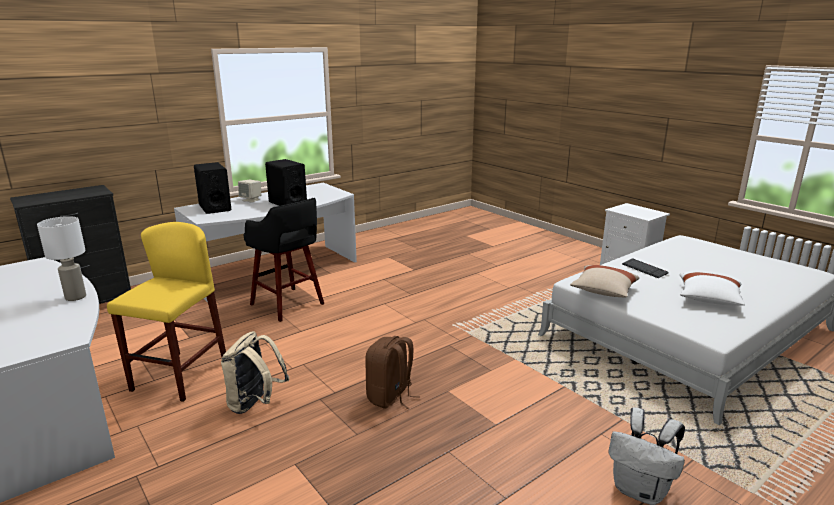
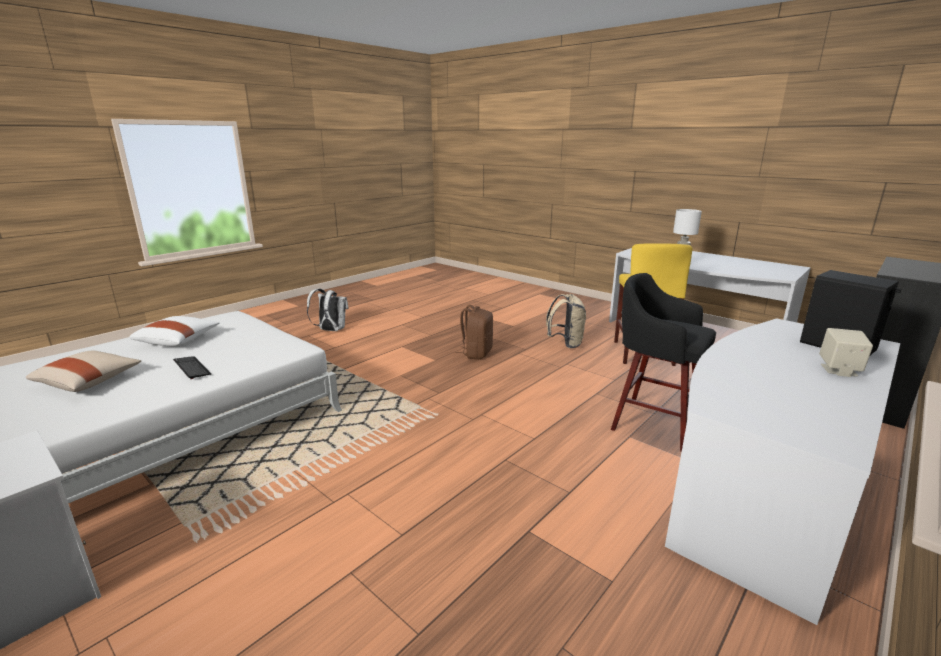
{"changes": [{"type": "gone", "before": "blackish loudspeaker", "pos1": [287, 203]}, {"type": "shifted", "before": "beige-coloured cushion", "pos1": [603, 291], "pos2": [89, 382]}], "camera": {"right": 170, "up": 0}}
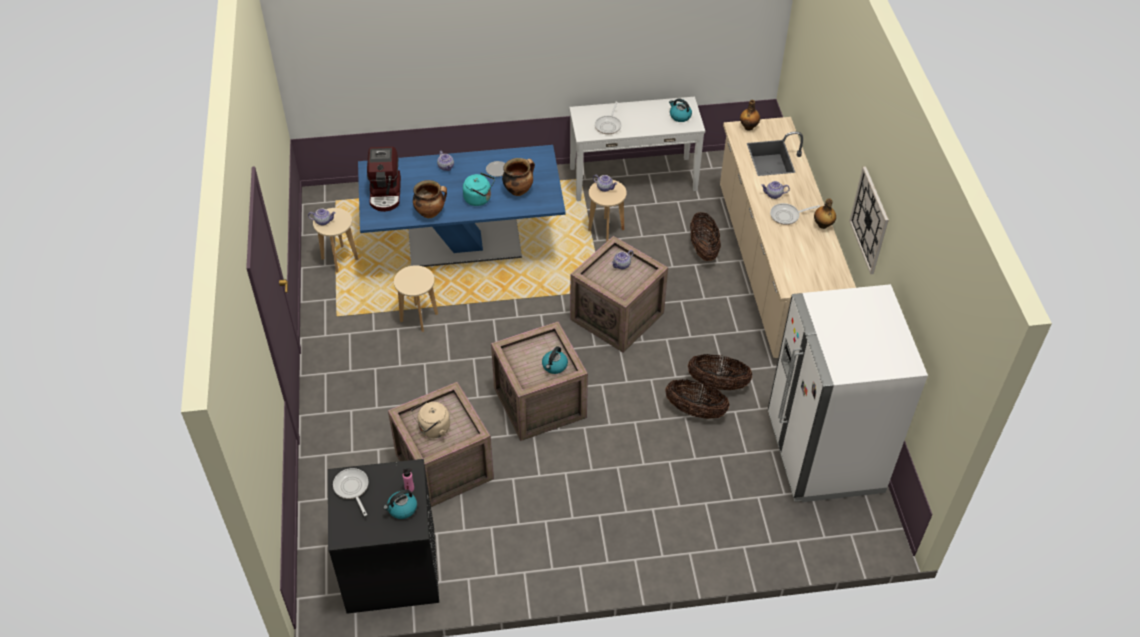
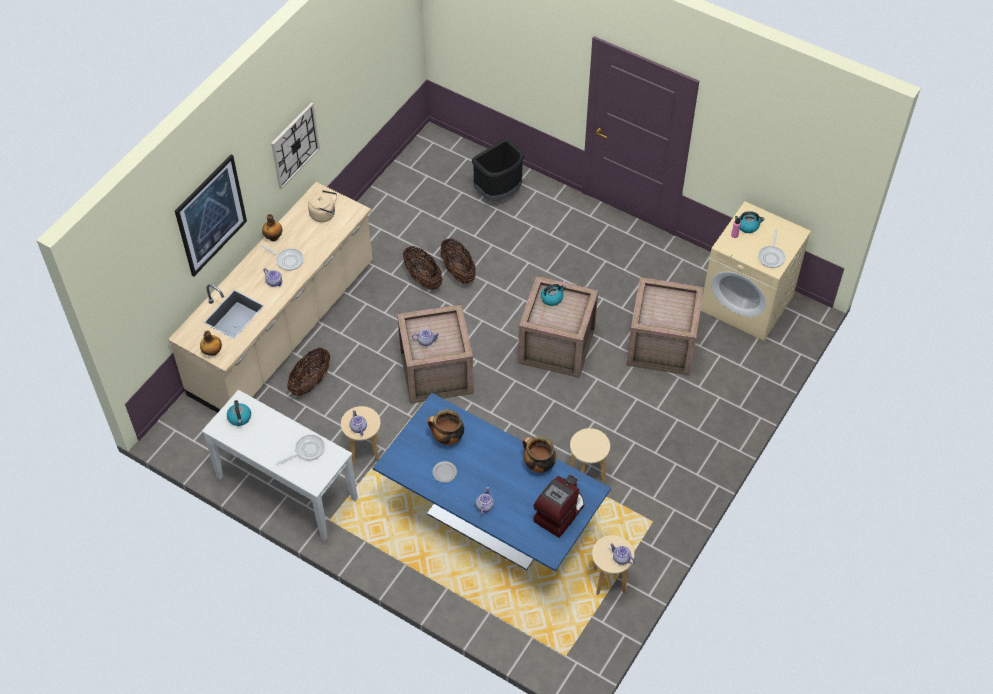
{"changes": [{"type": "gone", "before": "blue-green kettle", "pos1": [479, 199]}, {"type": "gone", "before": "white kitchen fridge", "pos1": [824, 453]}, {"type": "shifted", "before": "beige-coloured kettle", "pos1": [433, 429], "pos2": [324, 214]}, {"type": "repainted", "before": "blackish washing machine", "after": "beige-coloured washing machine", "pos1": [390, 570], "pos2": [747, 303]}, {"type": "new", "after": "blackish trash can", "pos2": [499, 192]}, {"type": "new", "after": "wall art", "pos2": [211, 215]}], "camera": {"right": -140, "up": 5}}
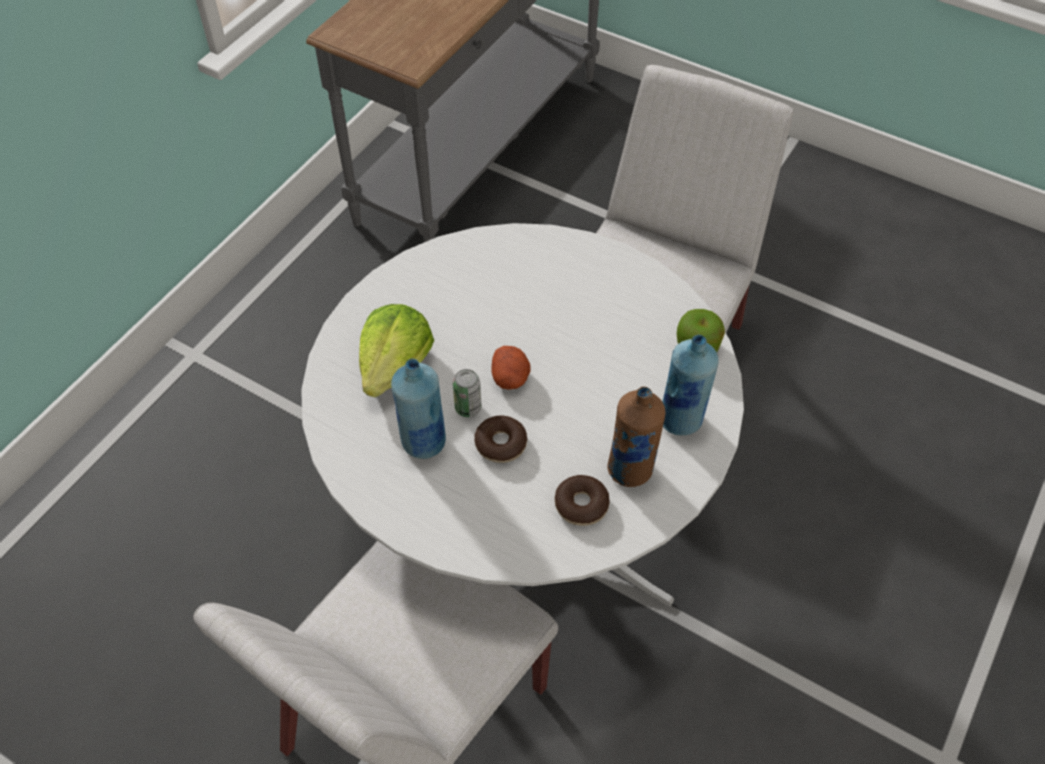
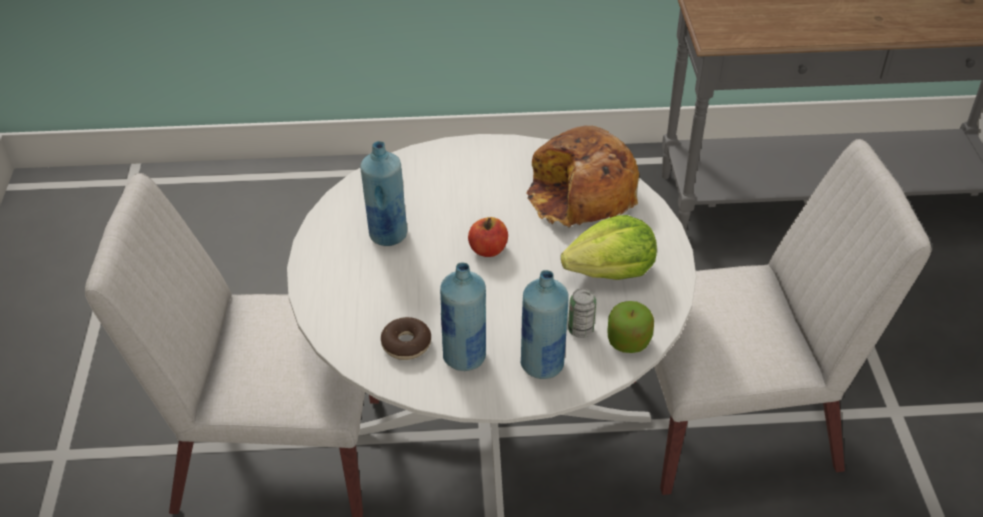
{"changes": [{"type": "shifted", "before": "lettuce head", "pos1": [395, 366], "pos2": [611, 271]}, {"type": "swapped", "before": "potato", "after": "whole apple", "pos1": [511, 377], "pos2": [488, 249]}, {"type": "shifted", "before": "can", "pos1": [468, 408], "pos2": [580, 330]}, {"type": "repainted", "before": "brown-coloured drink bottle", "after": "blue-coloured drink bottle", "pos1": [631, 470], "pos2": [464, 357]}, {"type": "gone", "before": "donut", "pos1": [501, 444]}, {"type": "new", "after": "baked bread", "pos2": [580, 194]}], "camera": {"right": 55, "up": -10}}
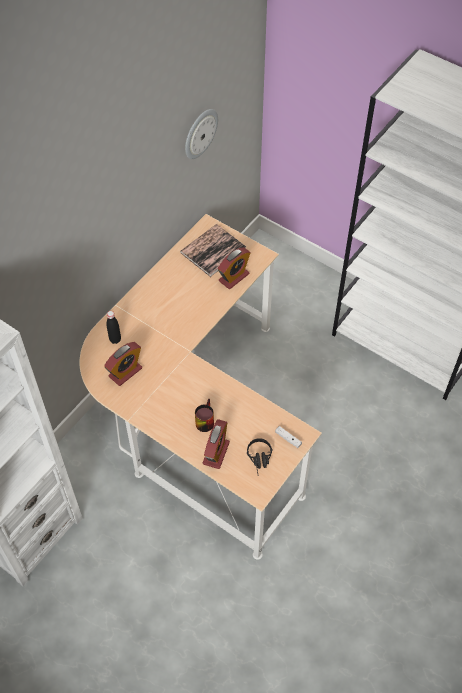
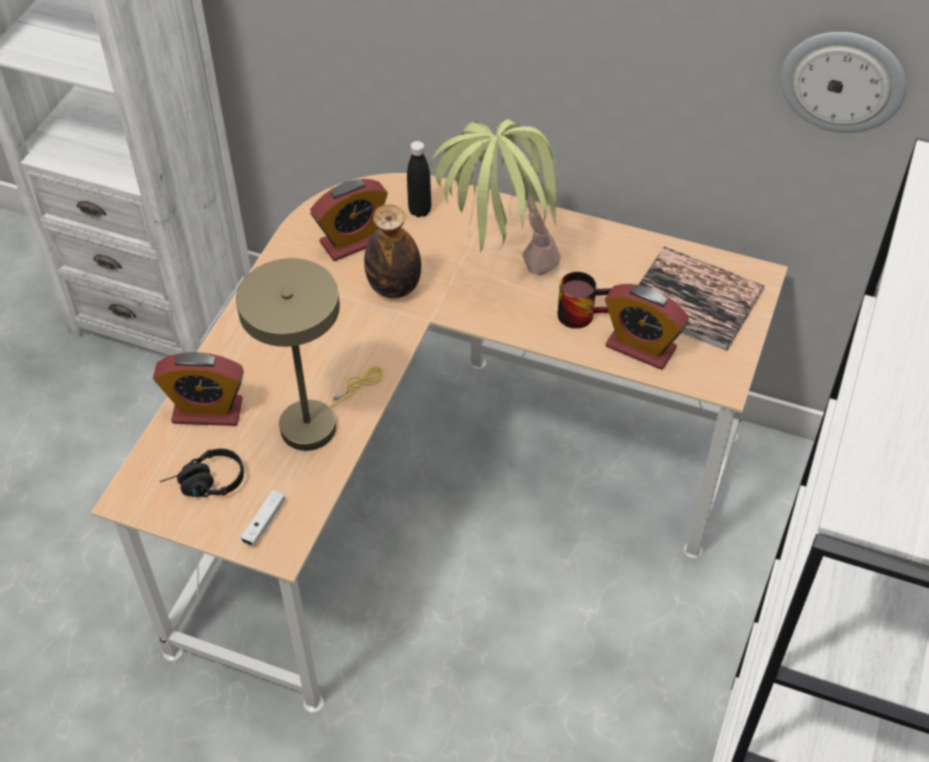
{"changes": [{"type": "rotated", "before": "alarm clock", "pos1": [125, 372], "pos2": [353, 241], "turn": -60}, {"type": "shifted", "before": "tea mug", "pos1": [203, 420], "pos2": [582, 312]}, {"type": "new", "after": "plant in a pot", "pos2": [499, 271]}, {"type": "new", "after": "drink bottle", "pos2": [394, 287]}, {"type": "new", "after": "beige-coloured tabletop lamp", "pos2": [316, 421]}], "camera": {"right": 75, "up": -5}}
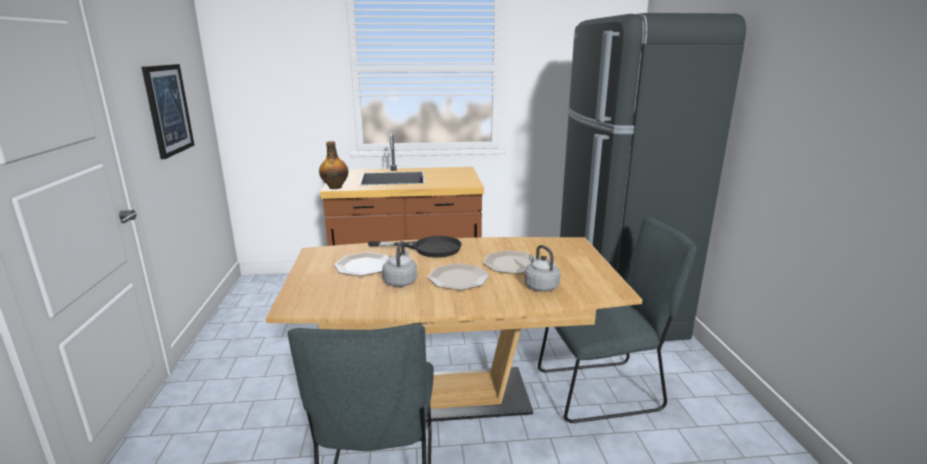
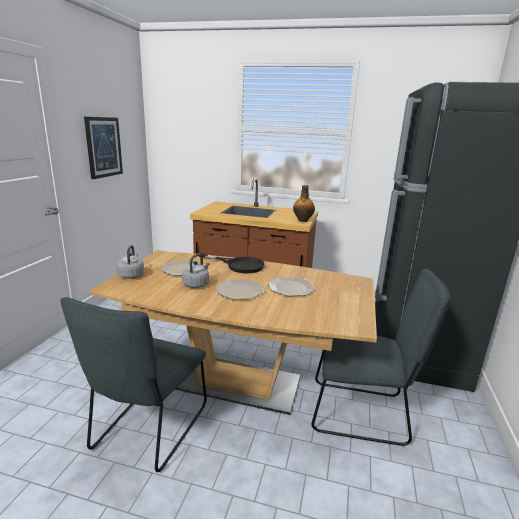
{"changes": [{"type": "shifted", "before": "drink bottle", "pos1": [335, 187], "pos2": [303, 220]}, {"type": "shifted", "before": "grey kettle", "pos1": [540, 286], "pos2": [131, 275]}], "camera": {"right": 20, "up": 0}}
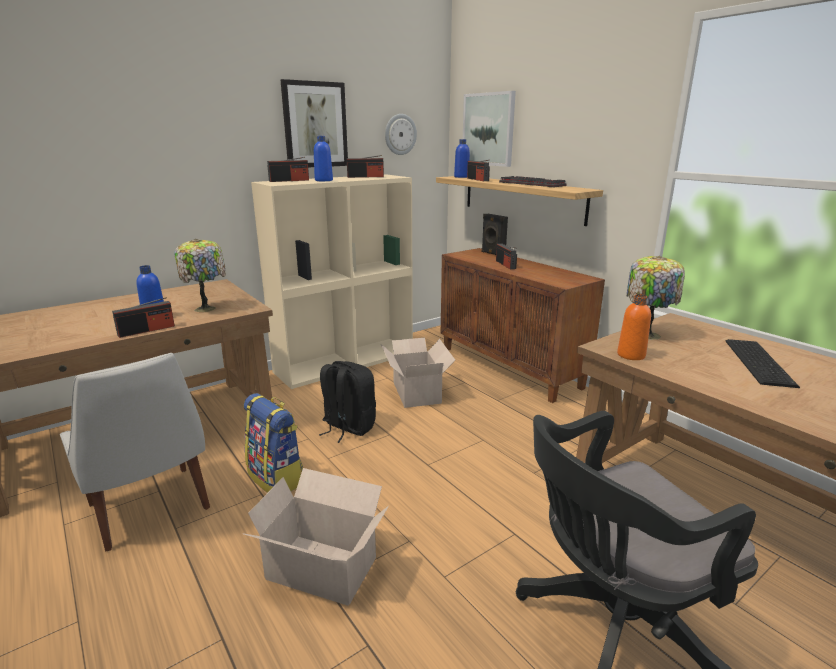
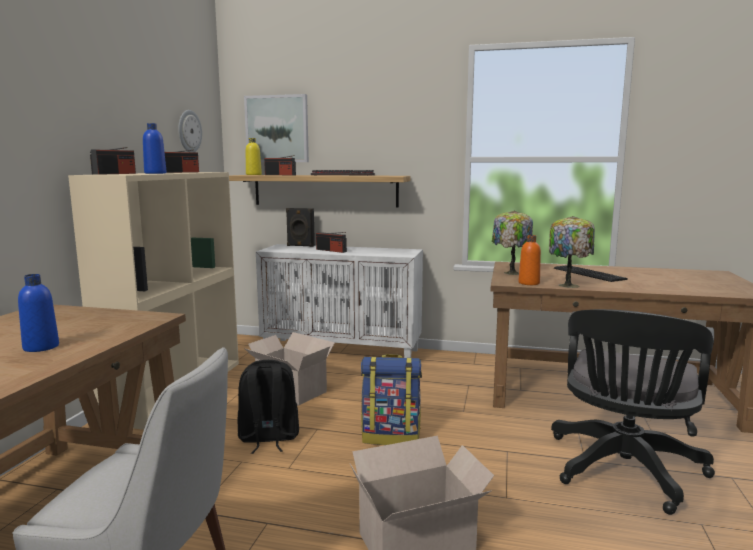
{"changes": [{"type": "gone", "before": "wall art", "pos1": [315, 125]}, {"type": "repainted", "before": "blue-coloured drink bottle", "after": "yellow drink bottle", "pos1": [461, 177], "pos2": [253, 174]}, {"type": "shifted", "before": "tabletop lamp", "pos1": [207, 308], "pos2": [569, 285]}, {"type": "repainted", "before": "brown-coloured cupboard", "after": "white cupboard", "pos1": [510, 367], "pos2": [342, 351]}, {"type": "gone", "before": "radio set", "pos1": [146, 330]}, {"type": "shifted", "before": "backpack", "pos1": [277, 478], "pos2": [391, 436]}], "camera": {"right": -40, "up": -10}}
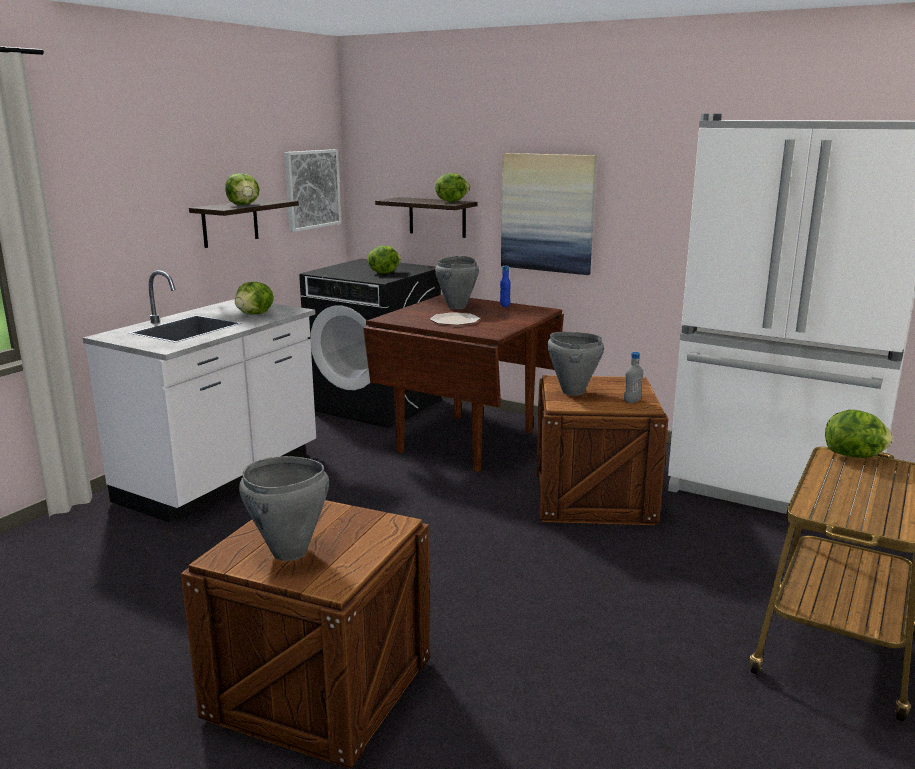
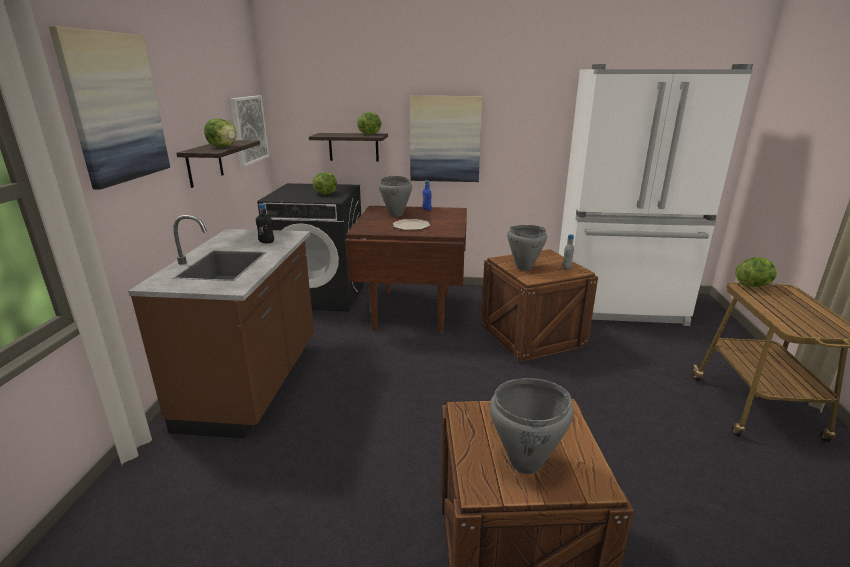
{"changes": [{"type": "repainted", "before": "white counter", "after": "brown-coloured counter", "pos1": [222, 477], "pos2": [254, 383]}, {"type": "swapped", "before": "lettuce head", "after": "blackish drink bottle", "pos1": [255, 314], "pos2": [266, 242]}, {"type": "new", "after": "wall art", "pos2": [115, 108]}], "camera": {"right": -25, "up": 5}}
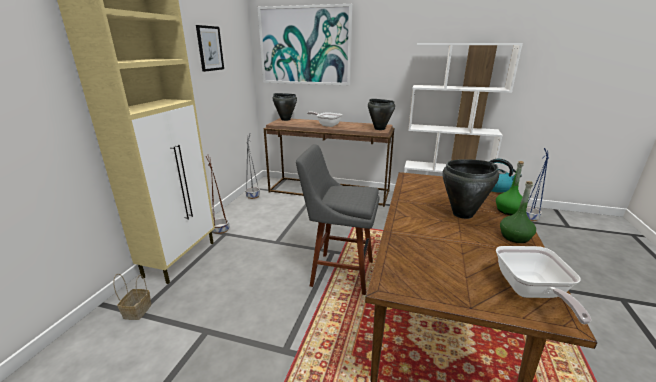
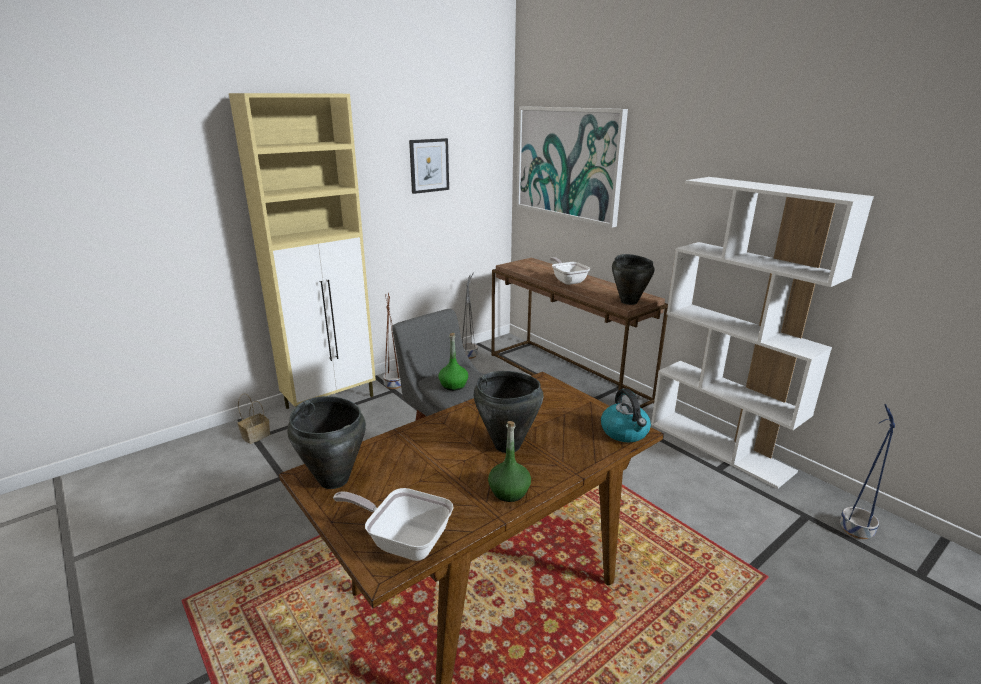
{"changes": [{"type": "shifted", "before": "blackish cooking pot", "pos1": [285, 119], "pos2": [334, 479]}, {"type": "shifted", "before": "green drink bottle", "pos1": [508, 211], "pos2": [453, 385]}, {"type": "rotated", "before": "pan", "pos1": [531, 293], "pos2": [403, 540], "turn": 75}], "camera": {"right": 35, "up": 0}}
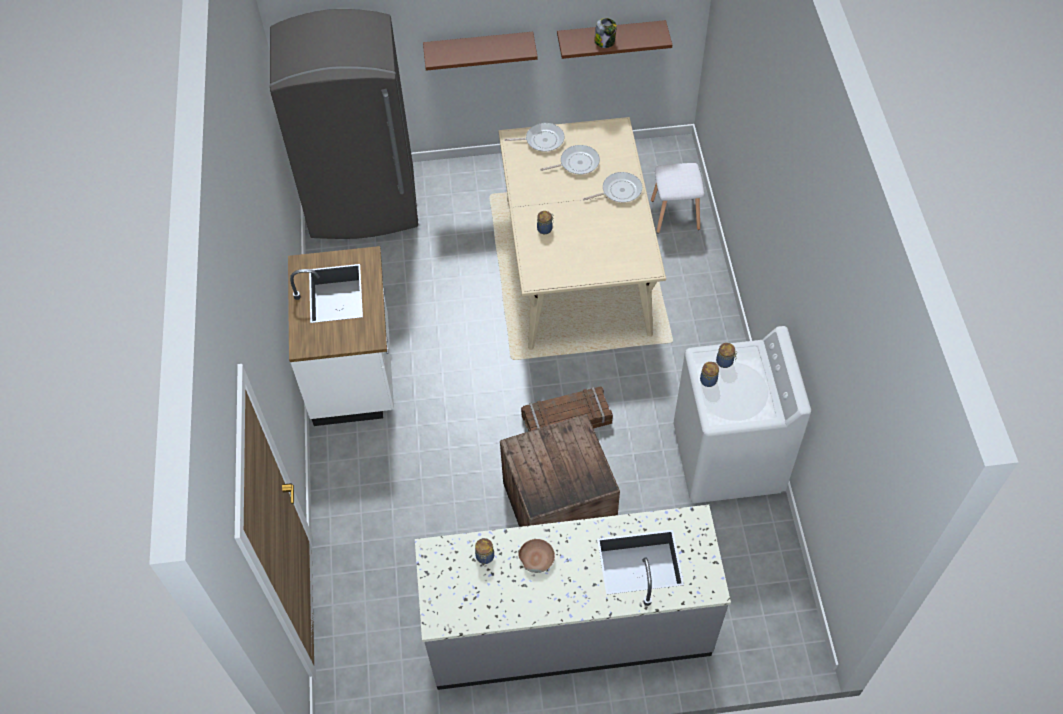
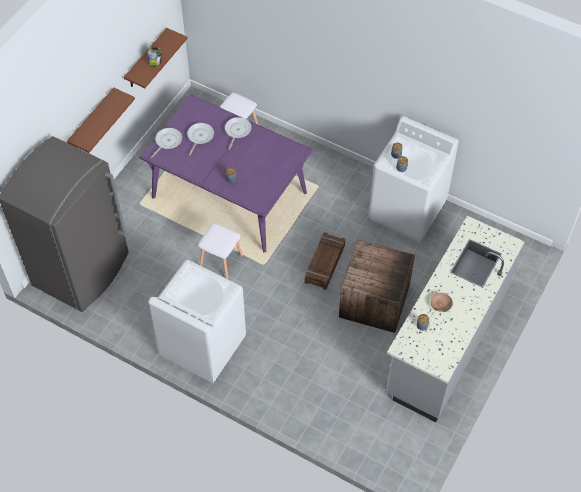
{"changes": [{"type": "repainted", "before": "beige-coloured dinner table", "after": "purple-coloured dinner table", "pos1": [576, 264], "pos2": [228, 195]}, {"type": "swapped", "before": "white counter", "after": "white washing machine", "pos1": [354, 372], "pos2": [202, 346]}, {"type": "new", "after": "white sitting stool", "pos2": [220, 261]}], "camera": {"right": -55, "up": 0}}
